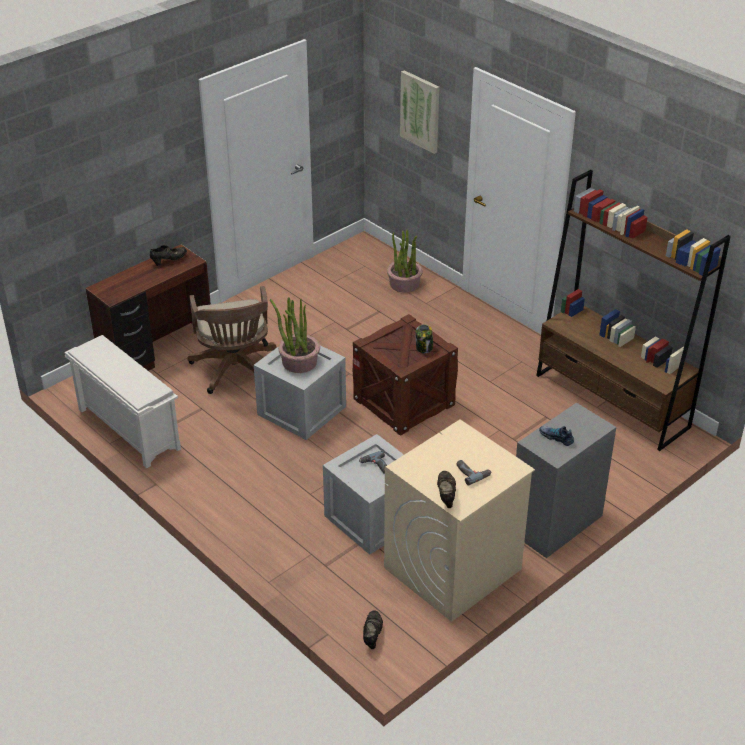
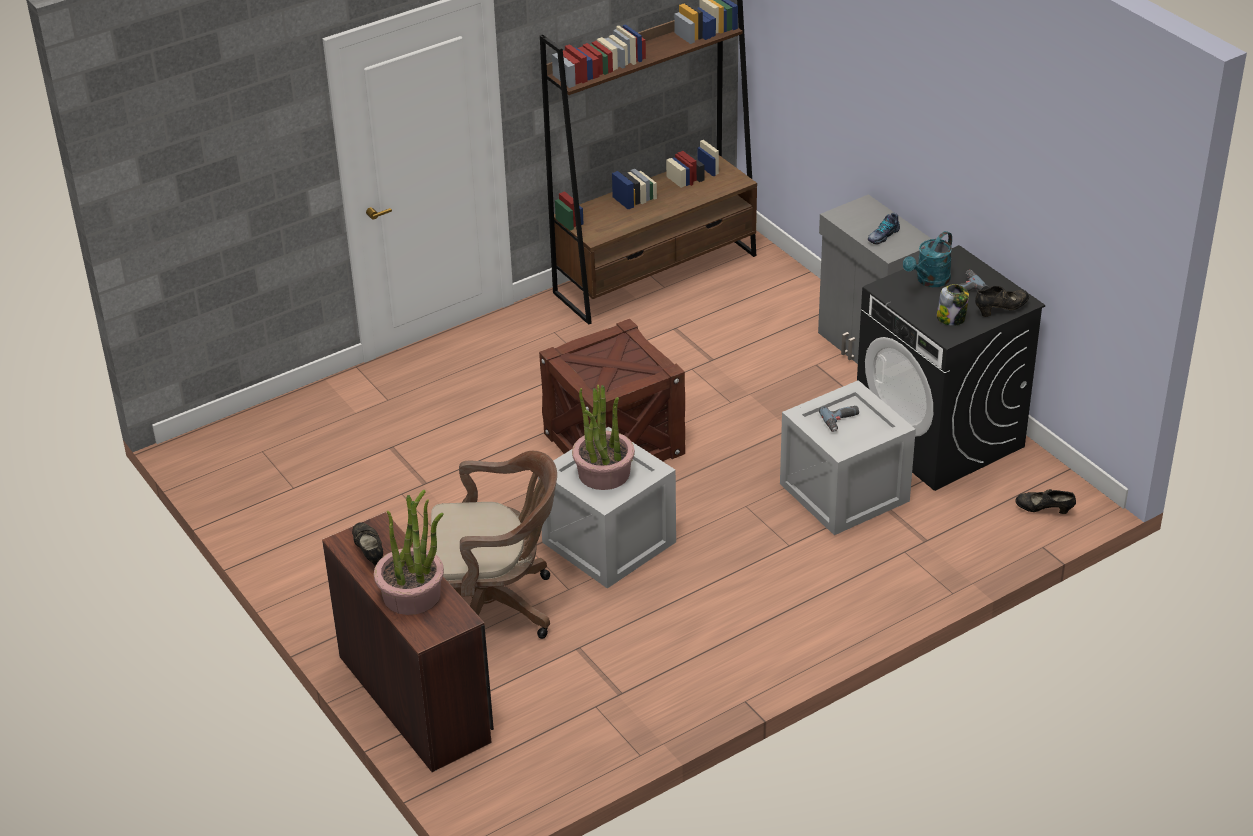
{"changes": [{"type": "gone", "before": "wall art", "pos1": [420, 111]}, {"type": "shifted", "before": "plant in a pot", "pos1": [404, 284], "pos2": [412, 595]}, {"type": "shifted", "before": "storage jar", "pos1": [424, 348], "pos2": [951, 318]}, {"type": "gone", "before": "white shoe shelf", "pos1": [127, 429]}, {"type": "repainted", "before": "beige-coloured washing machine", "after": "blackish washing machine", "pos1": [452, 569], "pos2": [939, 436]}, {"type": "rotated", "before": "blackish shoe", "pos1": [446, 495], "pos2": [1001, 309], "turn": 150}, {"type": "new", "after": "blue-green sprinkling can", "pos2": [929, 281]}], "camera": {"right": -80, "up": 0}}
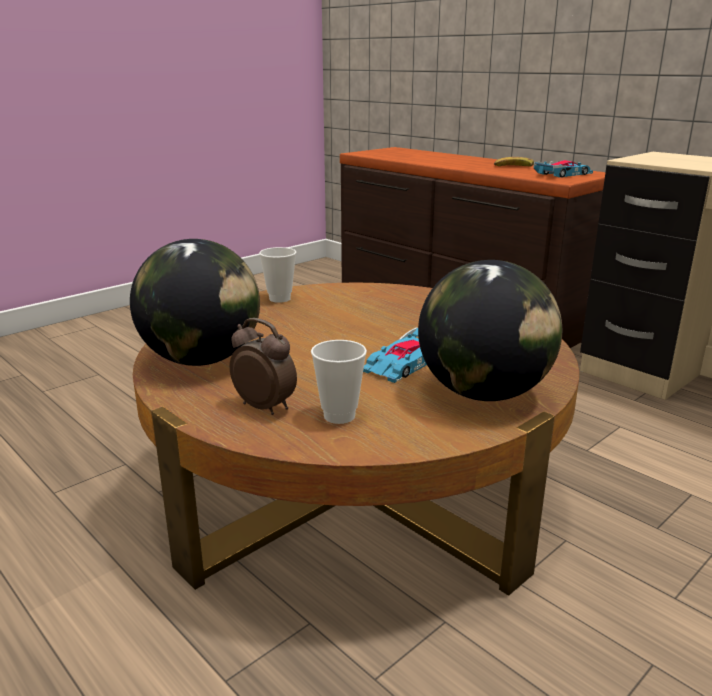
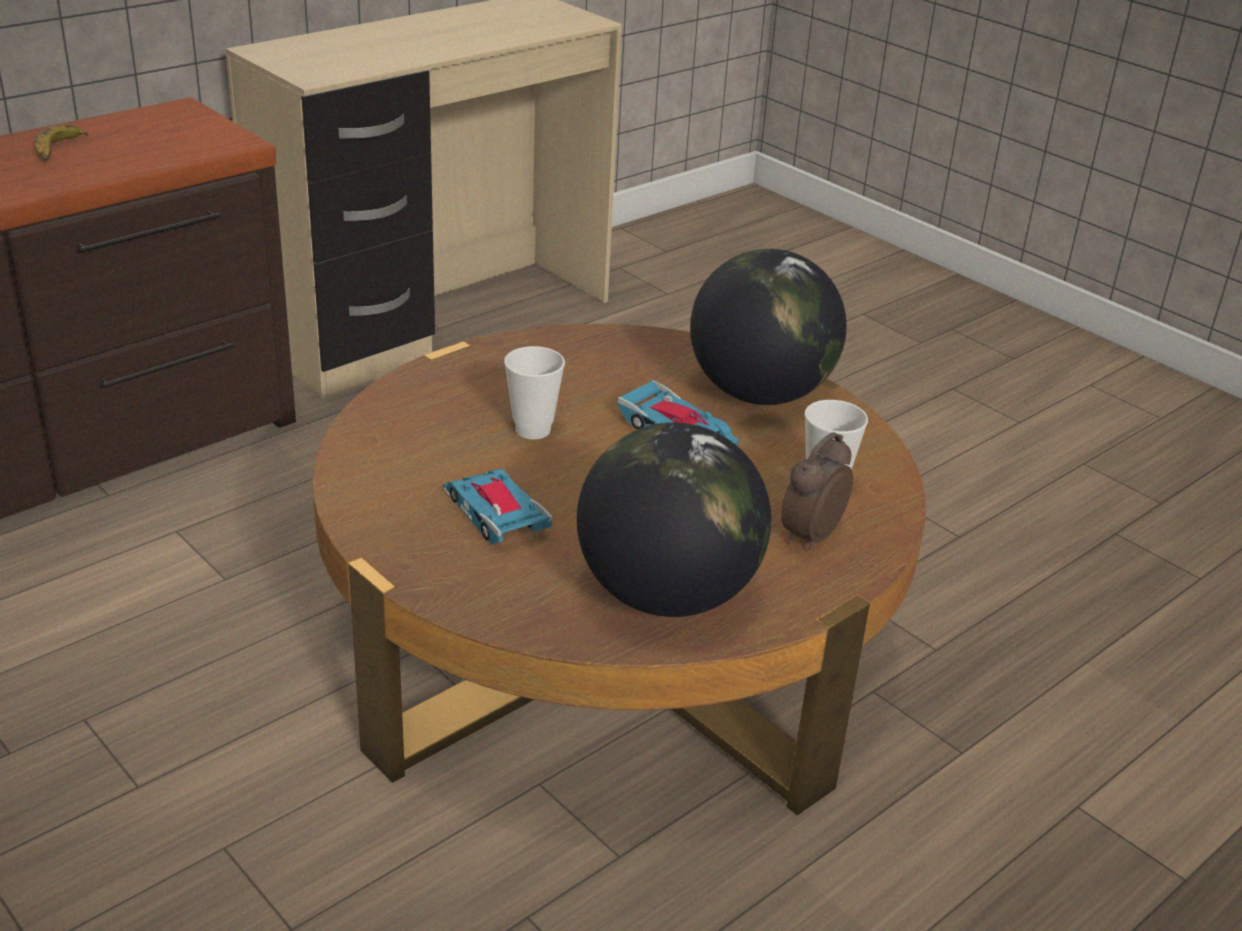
{"changes": [{"type": "shifted", "before": "model car", "pos1": [563, 174], "pos2": [495, 513]}, {"type": "shifted", "before": "cup", "pos1": [280, 299], "pos2": [533, 430]}], "camera": {"right": -90, "up": 10}}
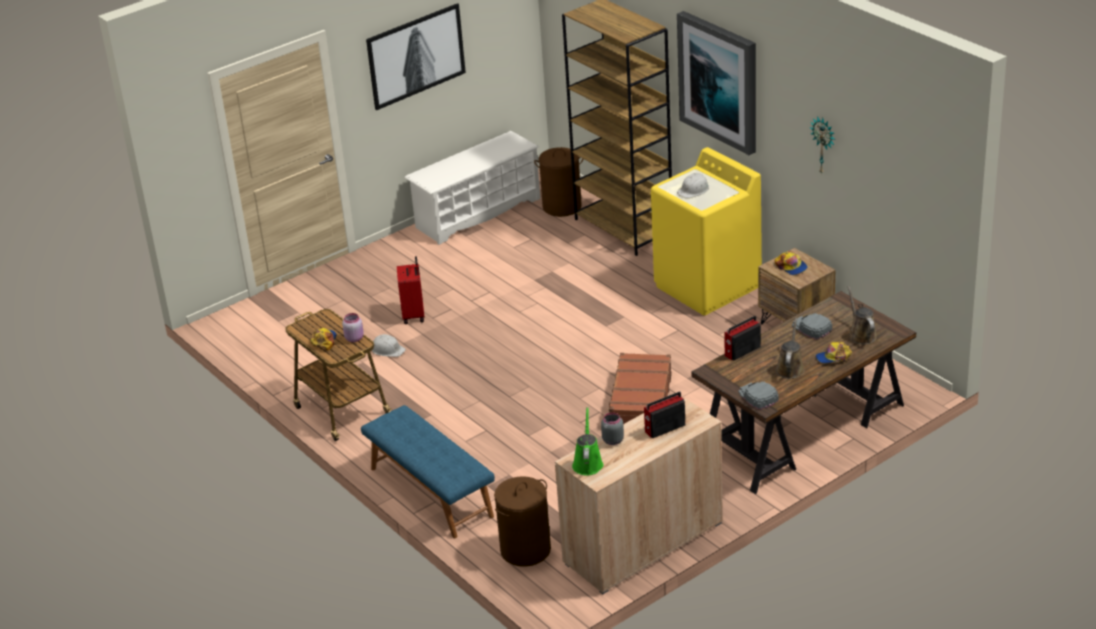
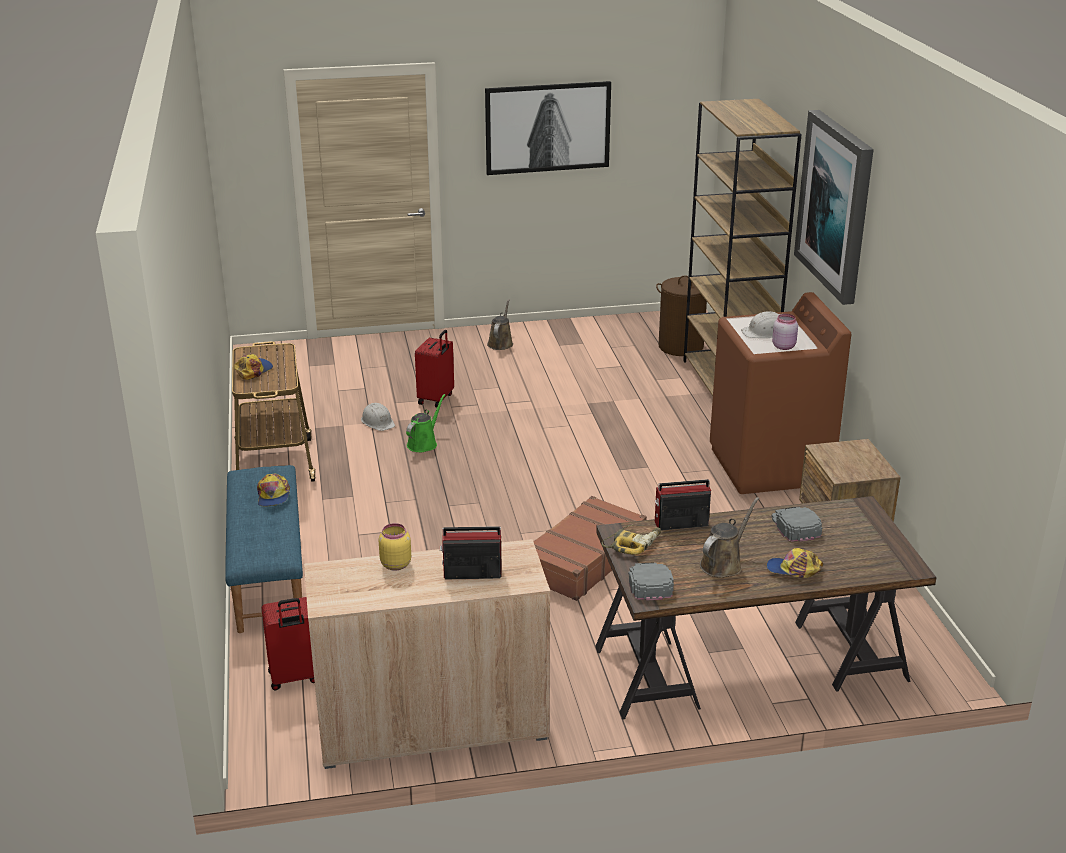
{"changes": [{"type": "gone", "before": "wall clock", "pos1": [824, 145]}, {"type": "gone", "before": "white shoe shelf", "pos1": [477, 213]}, {"type": "repainted", "before": "yellow washing machine", "after": "brown-coloured washing machine", "pos1": [707, 287], "pos2": [770, 466]}, {"type": "shifted", "before": "cap", "pos1": [791, 267], "pos2": [273, 496]}, {"type": "shifted", "before": "brown-coloured sprinkling can", "pos1": [861, 334], "pos2": [500, 343]}, {"type": "shifted", "before": "pink-coloured storage jar", "pos1": [354, 338], "pos2": [784, 346]}, {"type": "shifted", "before": "green sprinkling can", "pos1": [587, 463], "pos2": [424, 443]}, {"type": "repainted", "before": "grey storage jar", "after": "yellow storage jar", "pos1": [612, 440], "pos2": [395, 564]}, {"type": "swapped", "before": "brown-coloured hamper", "after": "red piece of luggage", "pos1": [525, 550], "pos2": [295, 677]}, {"type": "new", "after": "electric drill", "pos2": [632, 543]}], "camera": {"right": 25, "up": -5}}
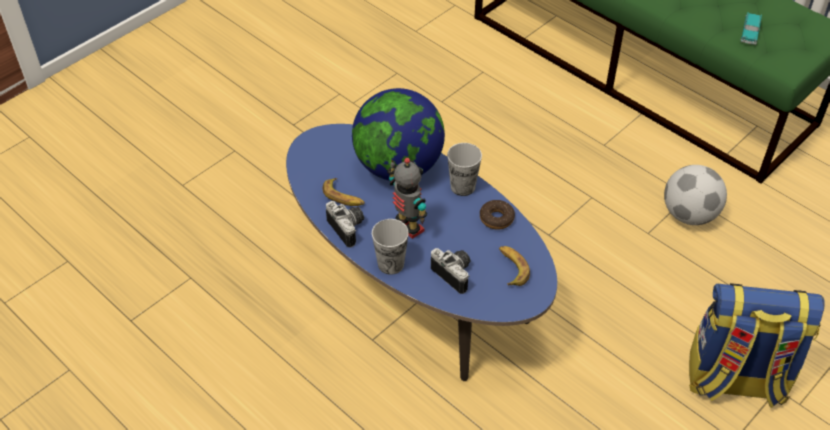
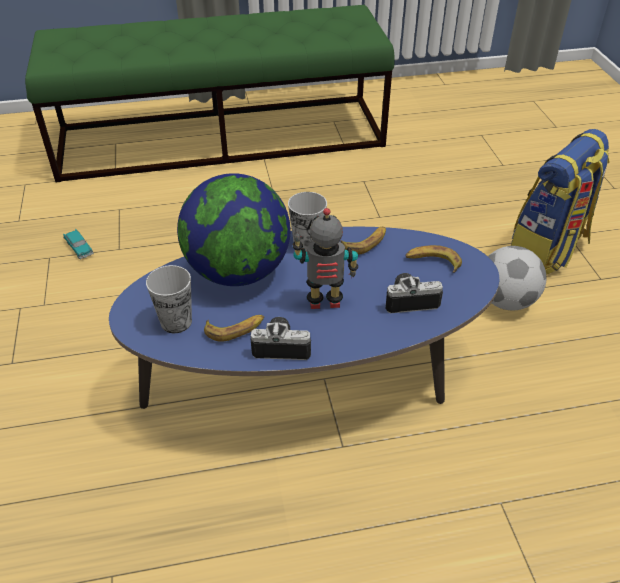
{"changes": [{"type": "shifted", "before": "model car", "pos1": [750, 32], "pos2": [79, 248]}, {"type": "shifted", "before": "football", "pos1": [689, 215], "pos2": [505, 301]}, {"type": "swapped", "before": "donut", "after": "banana fruit", "pos1": [496, 218], "pos2": [366, 243]}, {"type": "shifted", "before": "cup", "pos1": [390, 264], "pos2": [176, 322]}], "camera": {"right": -55, "up": -5}}
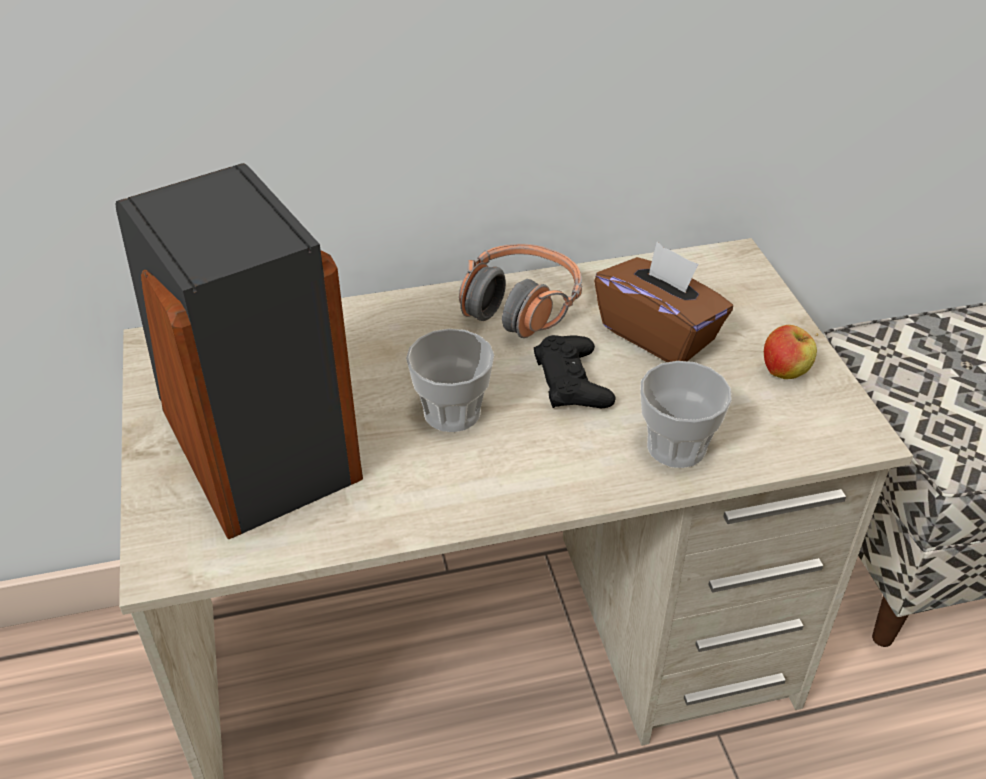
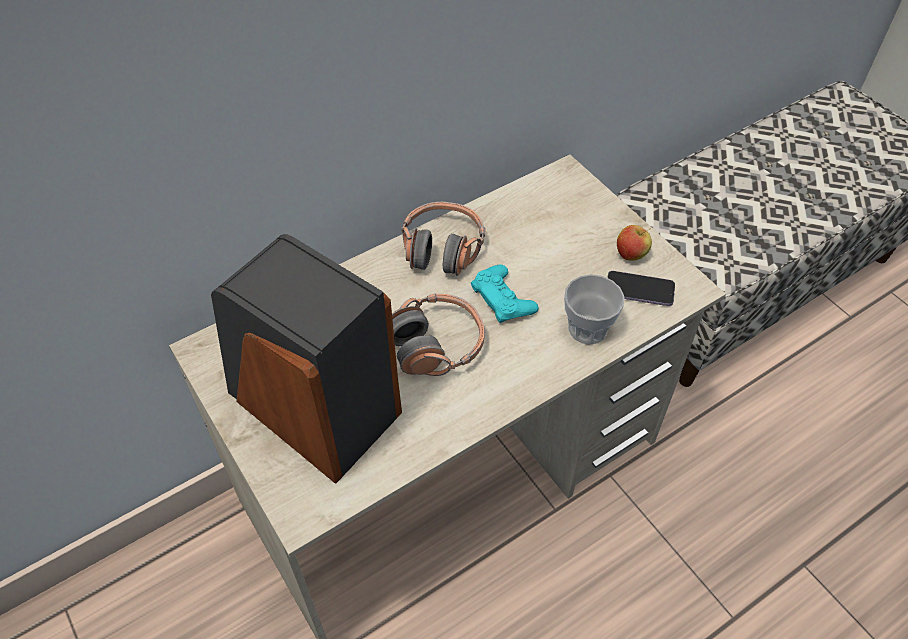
{"changes": [{"type": "gone", "before": "brown-coloured tissue box", "pos1": [658, 334]}, {"type": "swapped", "before": "cup", "after": "pair of headphones", "pos1": [452, 412], "pos2": [436, 345]}, {"type": "repainted", "before": "blackish gamepad", "after": "blue-green gamepad", "pos1": [572, 381], "pos2": [503, 298]}, {"type": "new", "after": "telephone", "pos2": [639, 290]}], "camera": {"right": -20, "up": 10}}
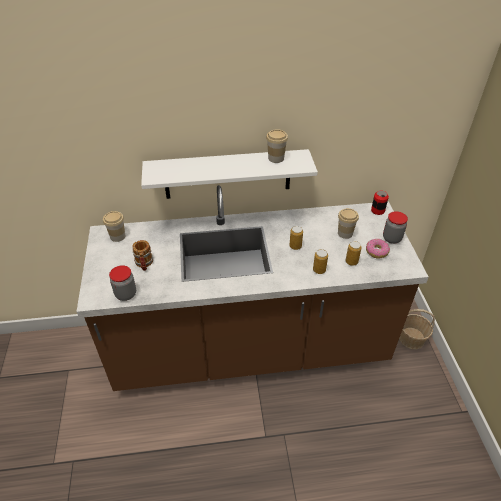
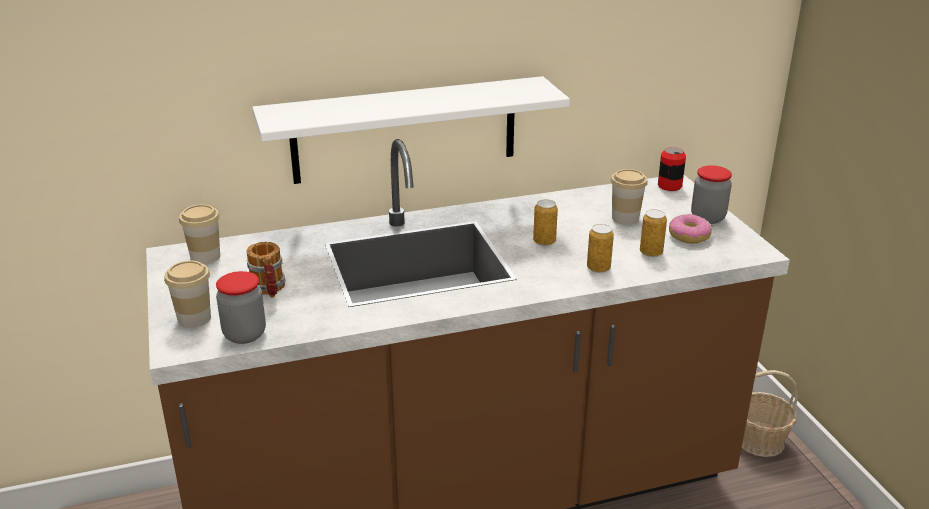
{"changes": [{"type": "shifted", "before": "cup", "pos1": [276, 158], "pos2": [194, 318]}], "camera": {"right": -10, "up": -15}}
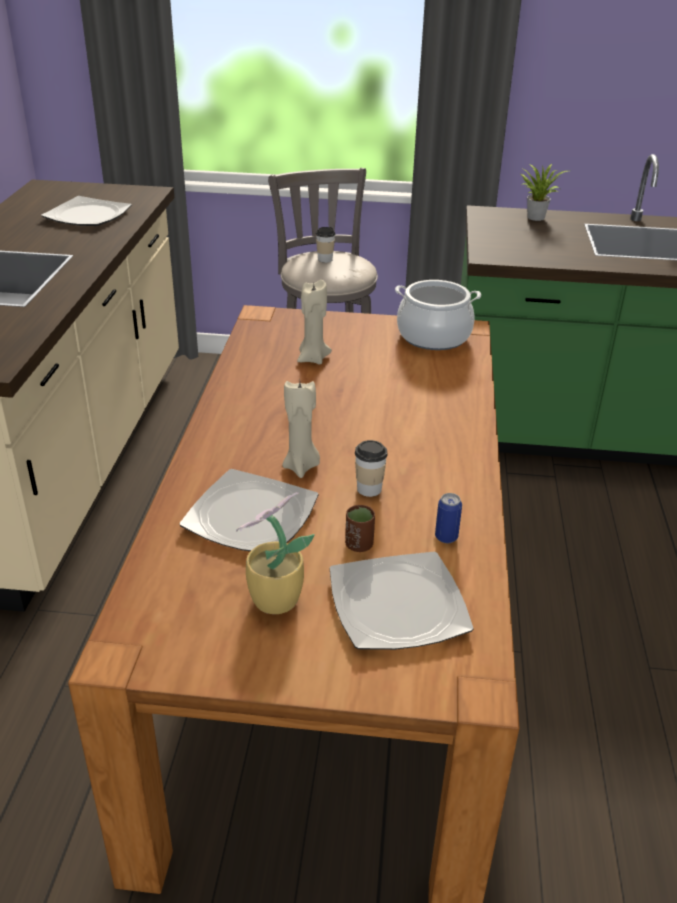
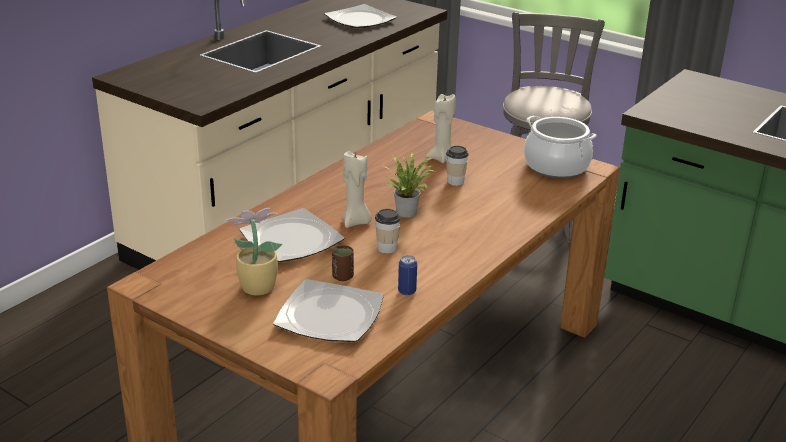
{"changes": [{"type": "shifted", "before": "plant in a pot", "pos1": [535, 217], "pos2": [407, 211]}, {"type": "shifted", "before": "cup", "pos1": [325, 259], "pos2": [455, 181]}], "camera": {"right": 30, "up": -5}}
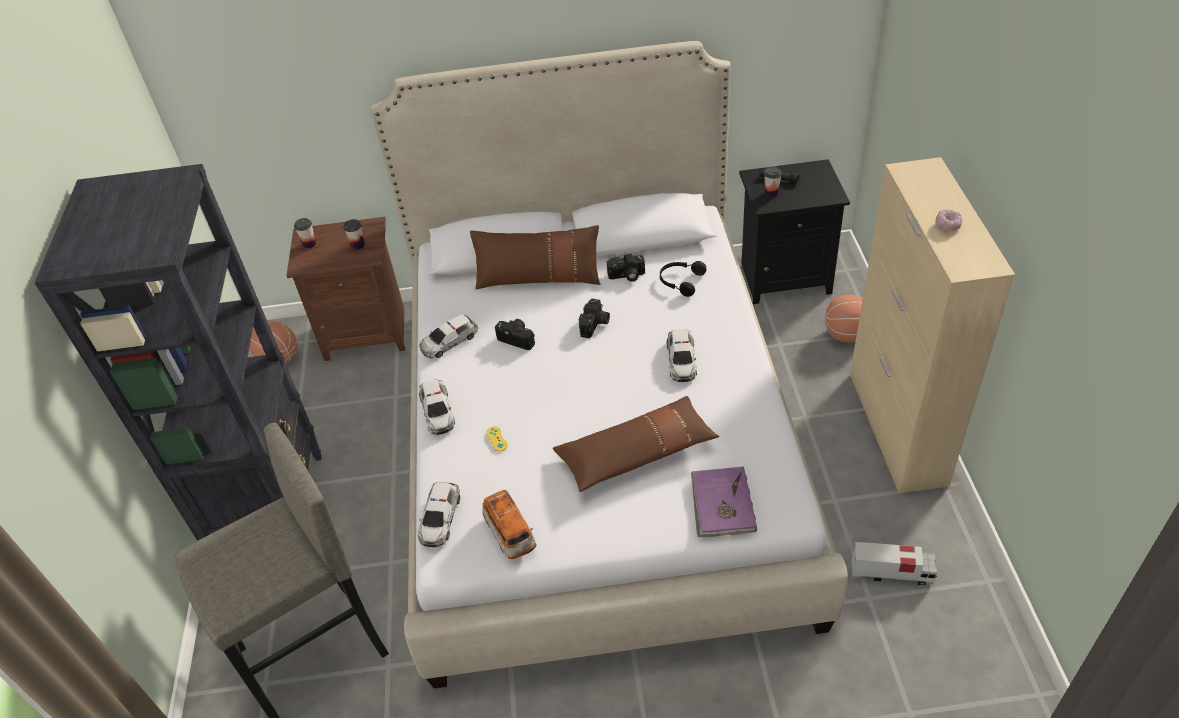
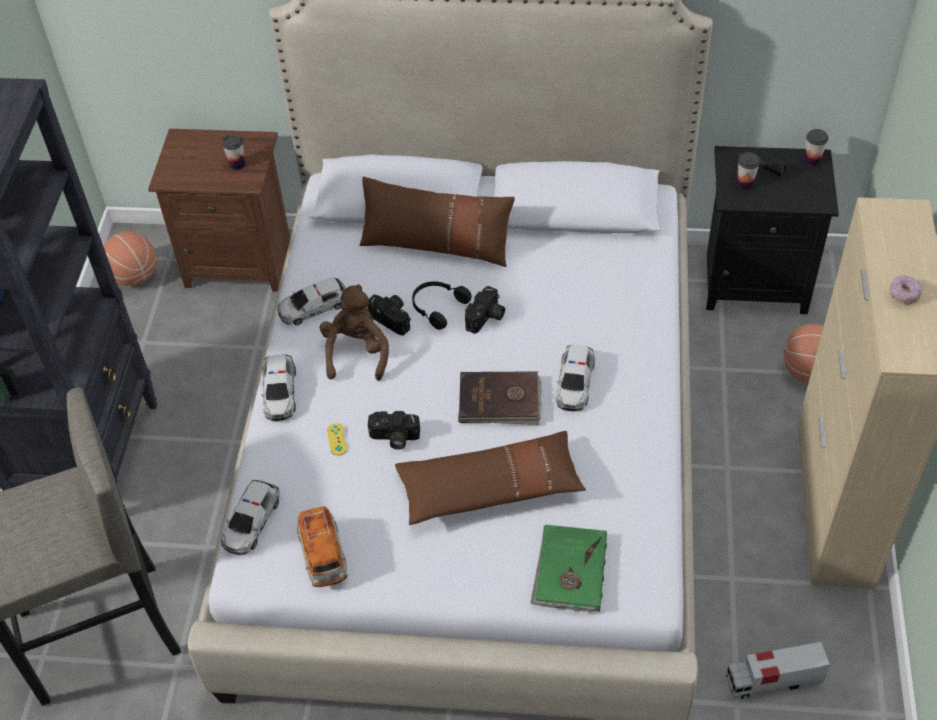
{"changes": [{"type": "shifted", "before": "cup", "pos1": [309, 244], "pos2": [812, 160]}, {"type": "shifted", "before": "still camera", "pos1": [626, 276], "pos2": [394, 438]}, {"type": "shifted", "before": "blackish pair of headphones", "pos1": [680, 281], "pos2": [437, 307]}, {"type": "repainted", "before": "purple-coloured bound book", "after": "green bound book", "pos1": [721, 505], "pos2": [569, 571]}, {"type": "rotated", "before": "toy lorry", "pos1": [892, 573], "pos2": [772, 680], "turn": 150}, {"type": "new", "after": "brown-coloured cuddly toy", "pos2": [357, 352]}, {"type": "new", "after": "brown-coloured bound book", "pos2": [500, 401]}], "camera": {"right": 10, "up": 5}}
